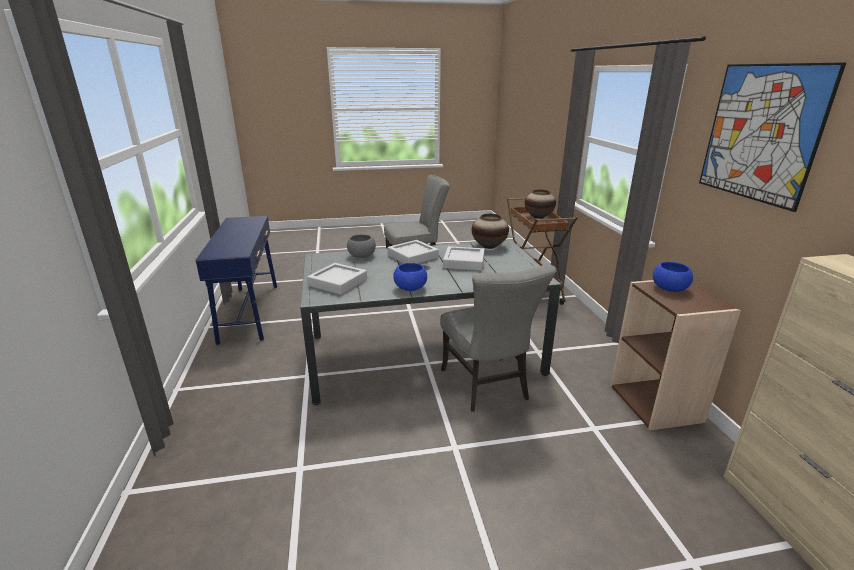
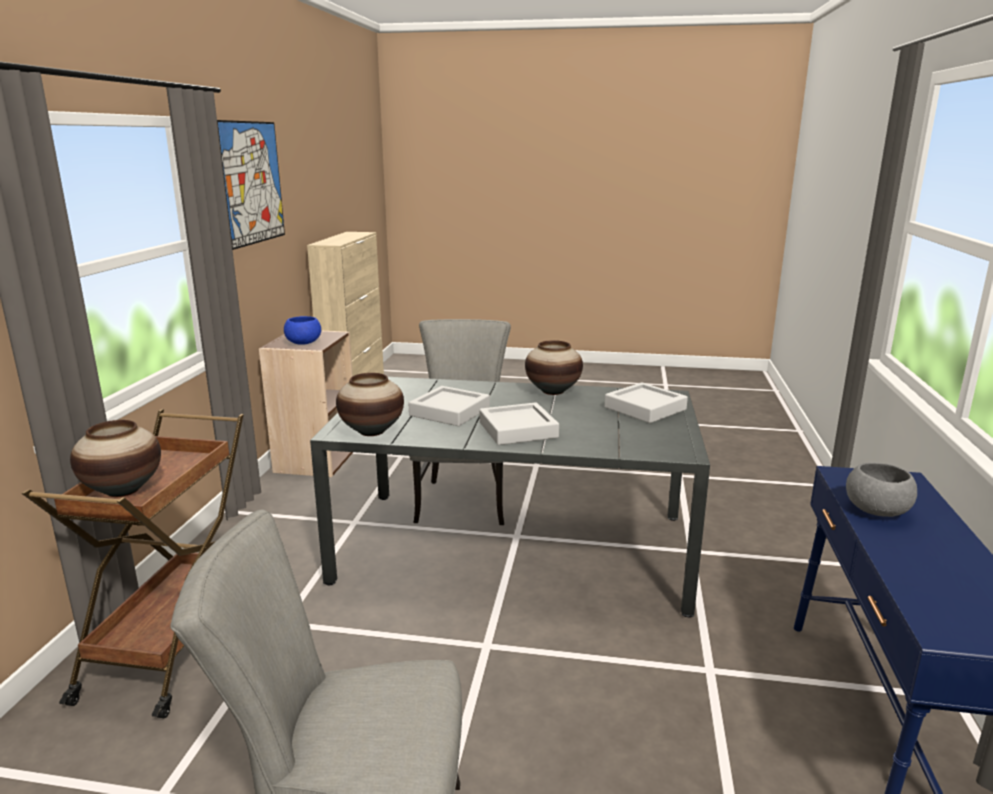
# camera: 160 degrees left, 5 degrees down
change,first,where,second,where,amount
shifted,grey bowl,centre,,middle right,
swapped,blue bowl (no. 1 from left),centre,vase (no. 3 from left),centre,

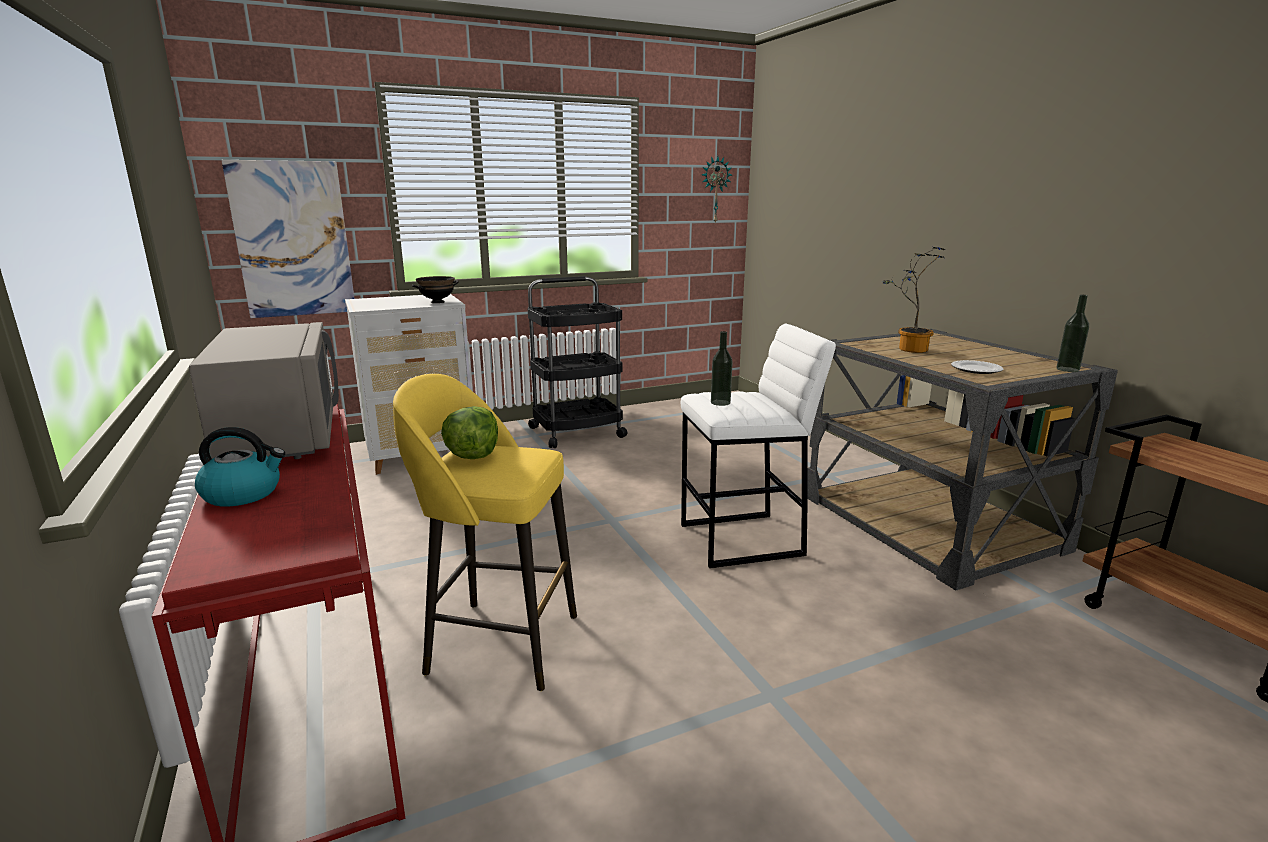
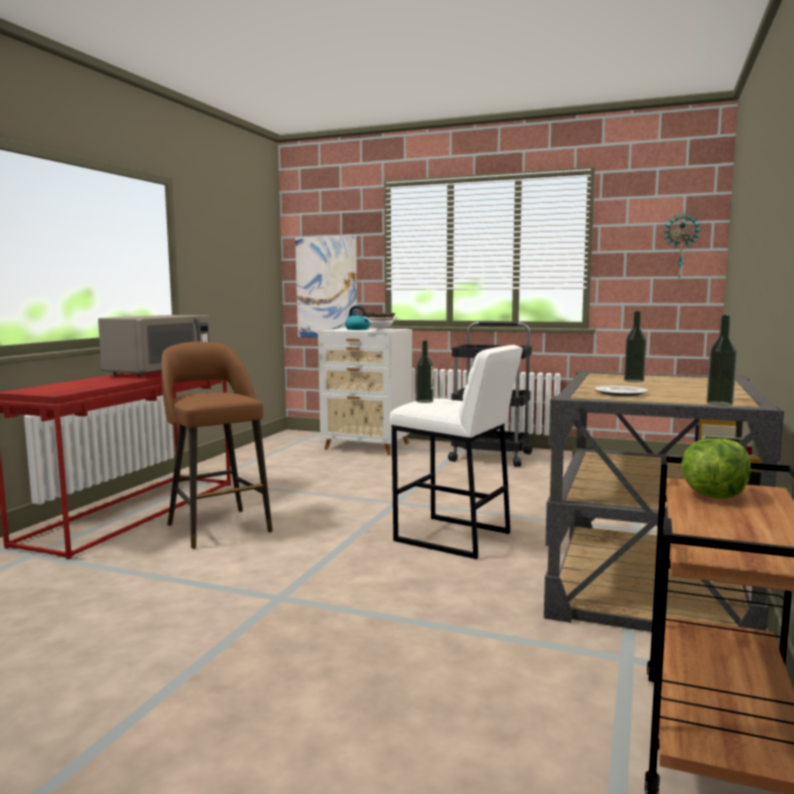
# camera: 45 degrees right, 10 degrees down
change,first,where,second,where,amount
swapped,potted plant,middle right,bottle (no. 2 from left),middle right,
repainted,black bowl,centre,white bowl,centre,
repainted,yellow stool,centre,brown stool,middle left,
shifted,lettuce,centre,,middle right,
shifted,kettle,middle left,,centre,

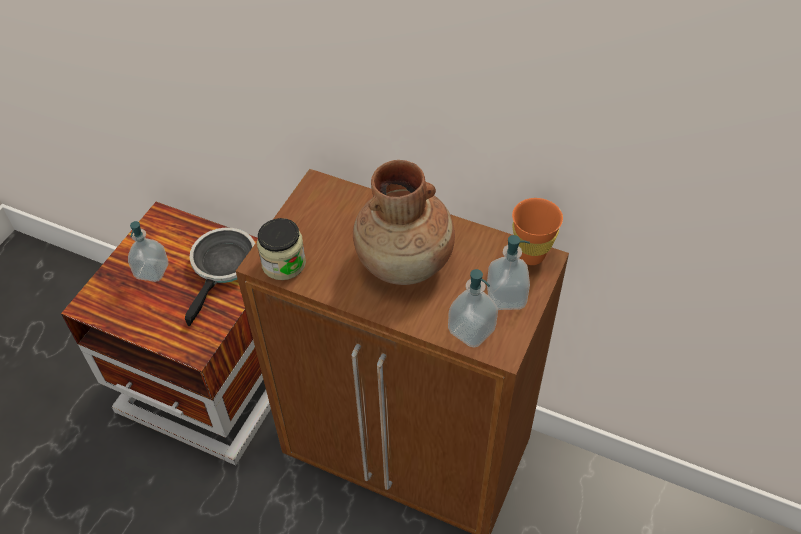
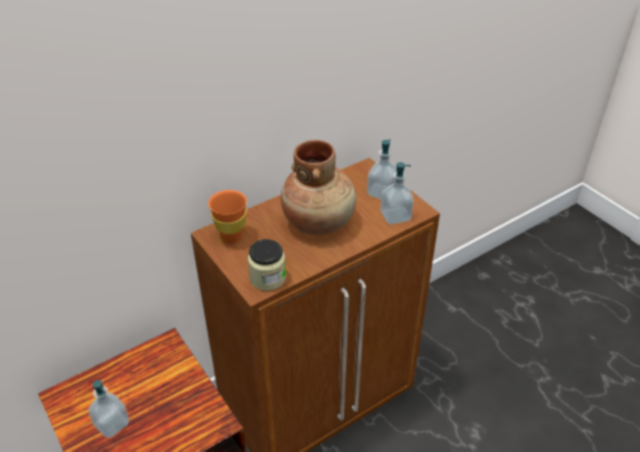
# camera: 60 degrees left, 10 degrees down
change,first,where,second,where,amount
shifted,orange cup,middle right,,centre,
gone,frying pan,middle left,,,

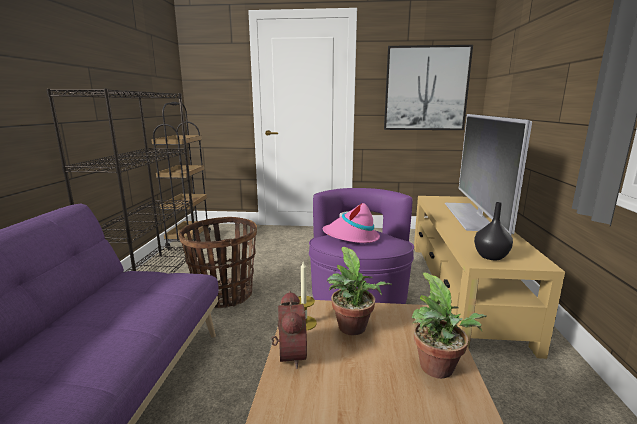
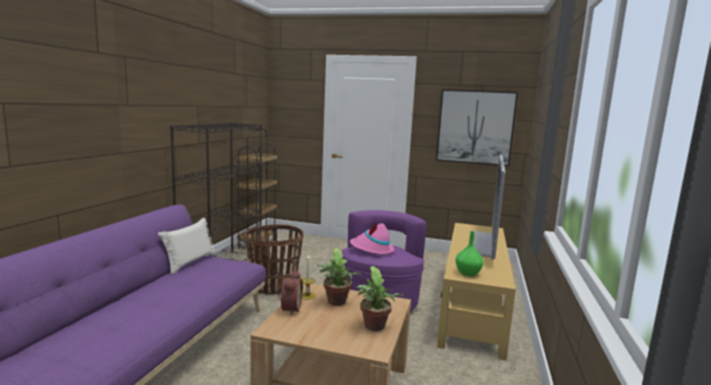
# camera: 10 degrees right, 5 degrees down
change,first,where,second,where,amount
repainted,black vase,middle right,green vase,centre,
new,,,white pillow,middle left,

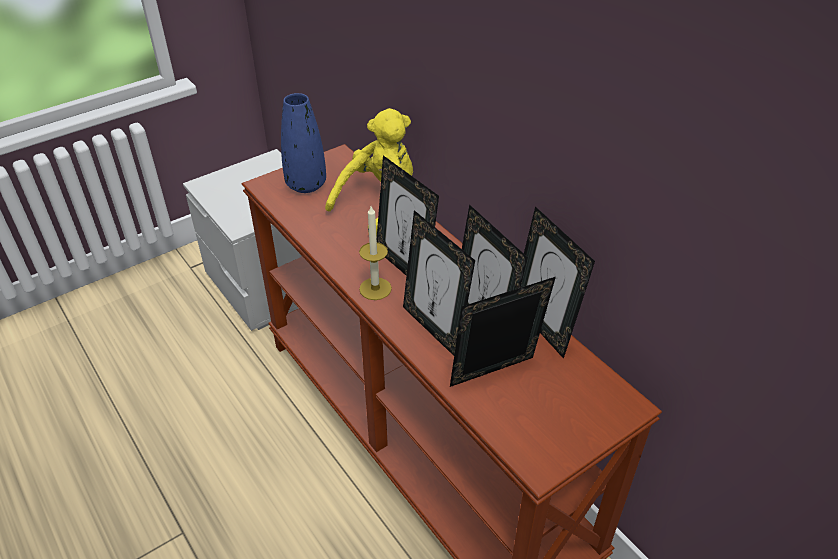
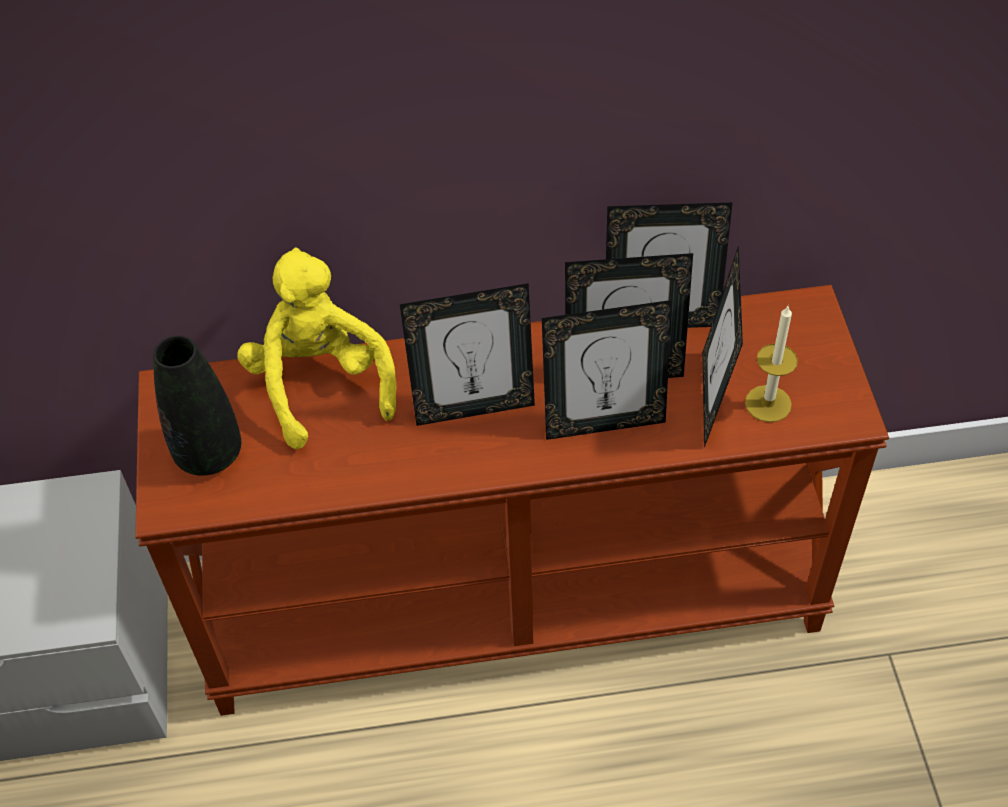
# camera: 60 degrees left, 10 degrees up
change,first,where,second,where,amount
repainted,blue vase,top centre,black vase,middle left,
shifted,candle,centre,,middle right,

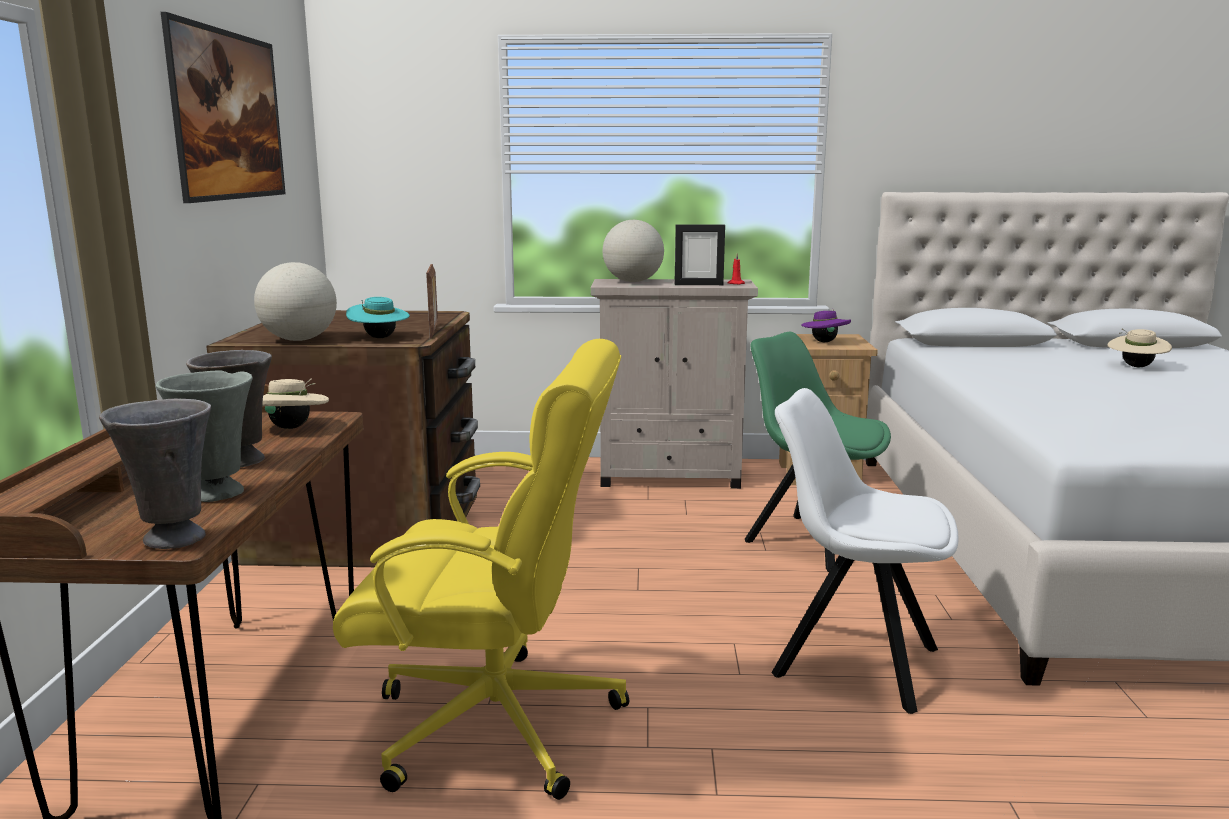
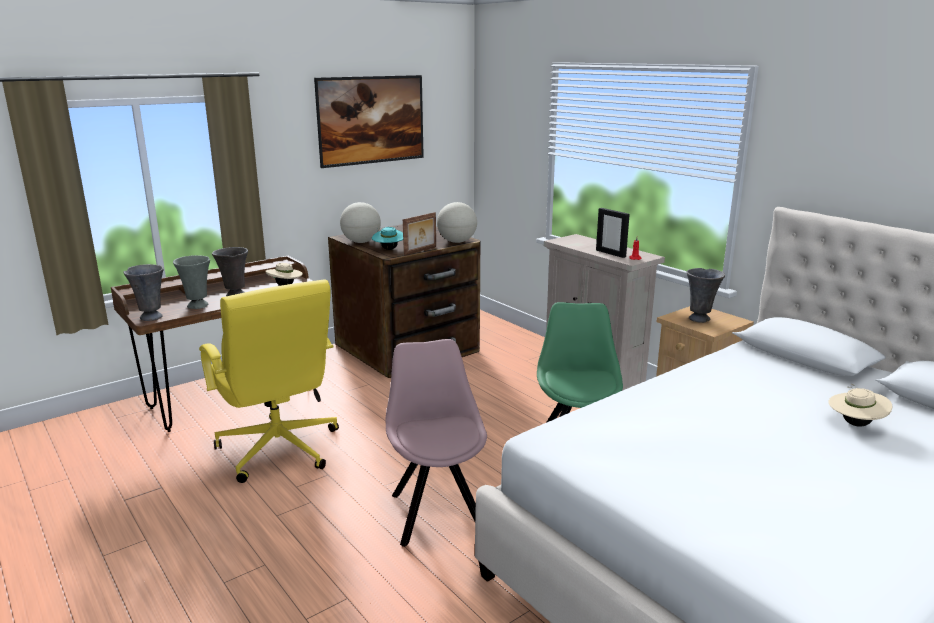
# camera: 50 degrees right, 5 degrees up
change,first,where,second,where,amount
shifted,globe (no. 2 from left),top centre,,centre,
swapped,purple hat,middle right,grey vase (no. 4 from left),middle right,
repainted,white chair,bottom right,pink chair,bottom centre,

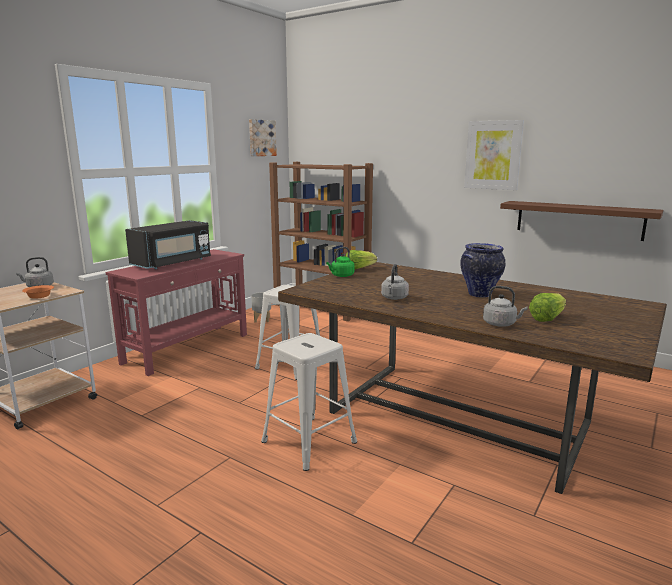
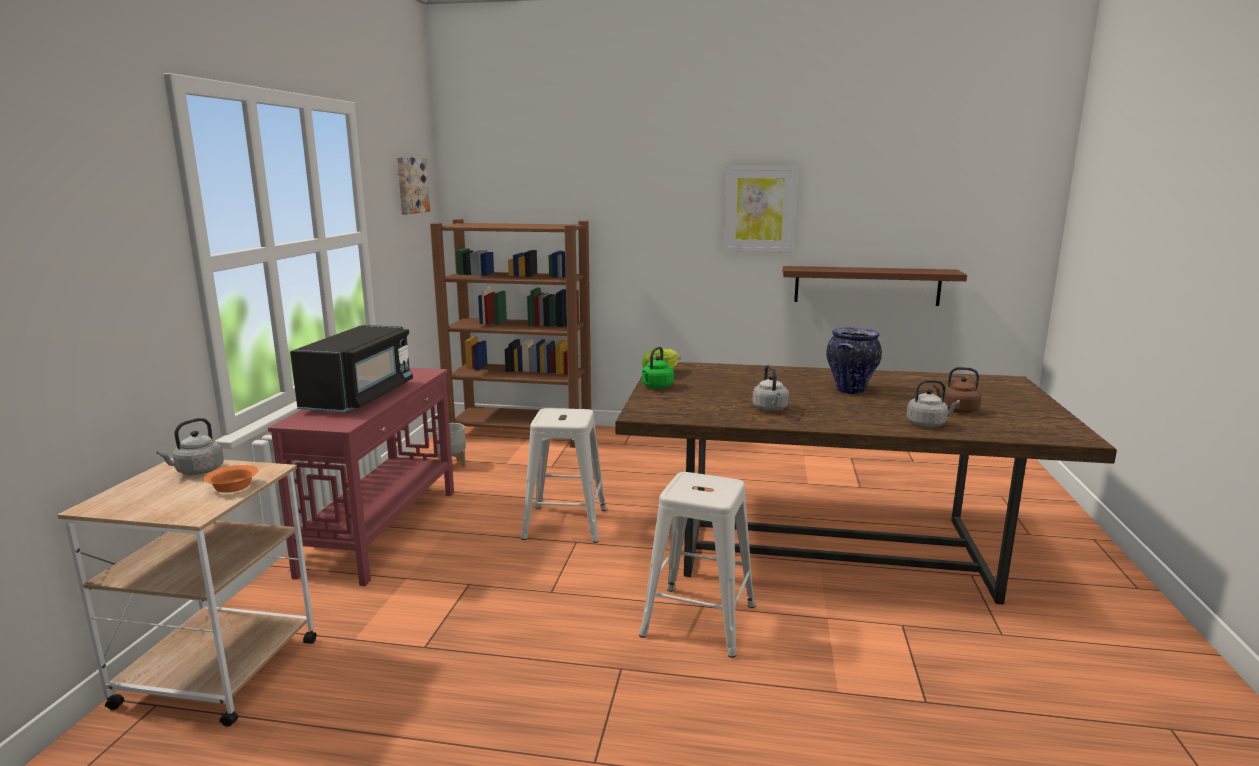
# camera: 25 degrees left, 0 degrees up
change,first,where,second,where,amount
swapped,lettuce (no. 2 from left),middle right,brown kettle,middle right,

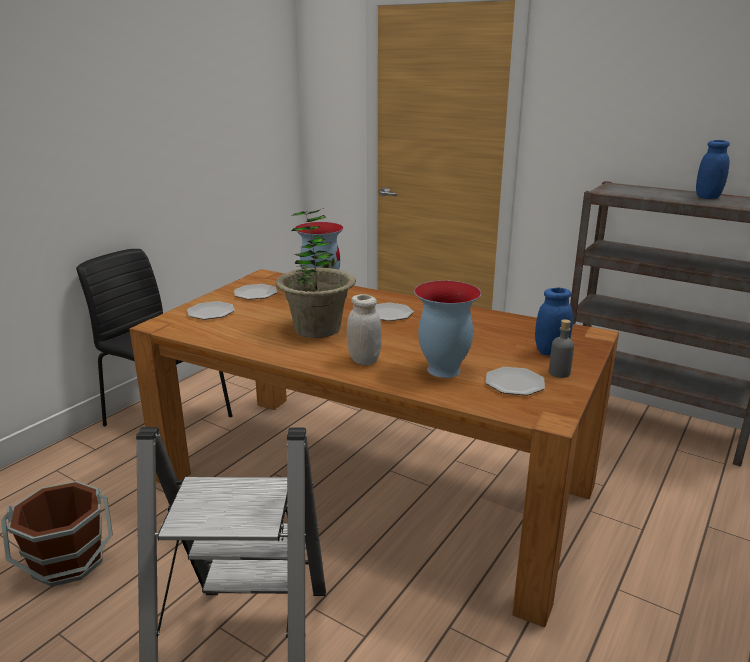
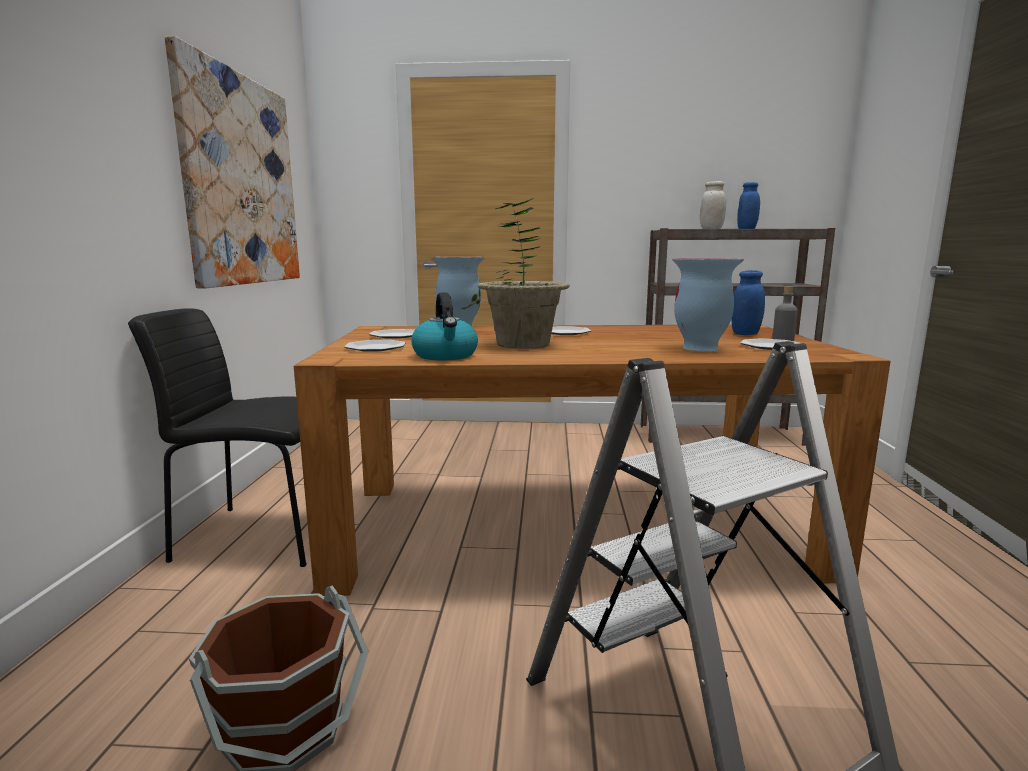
# camera: 30 degrees left, 10 degrees down
change,first,where,second,where,amount
shifted,white jar,centre,,top right,
new,,,picture,top left,
new,,,kettle,centre,

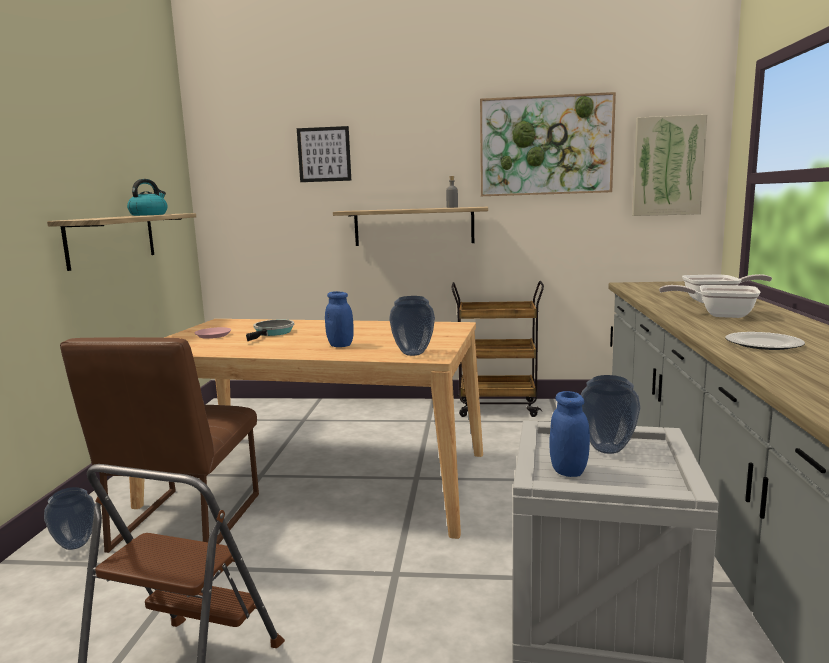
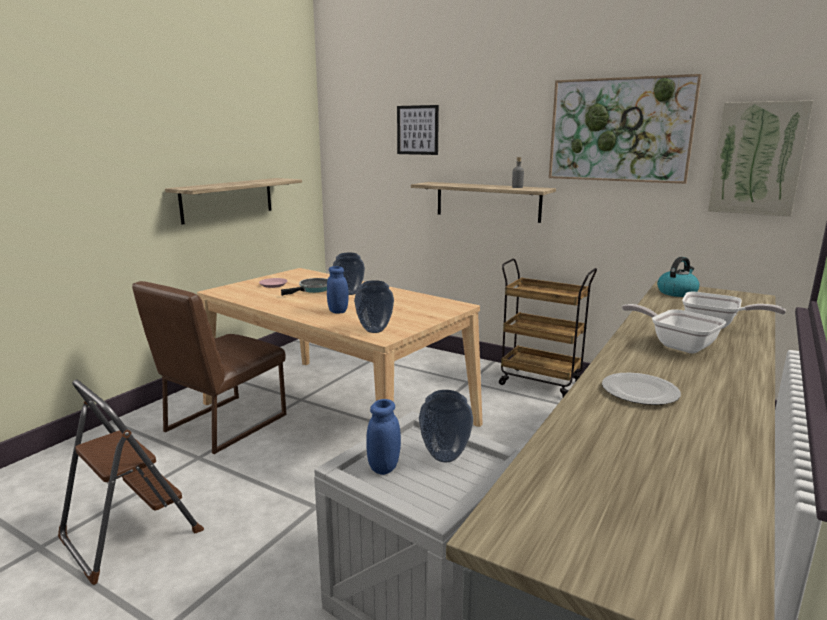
# camera: 25 degrees right, 5 degrees up
change,first,where,second,where,amount
shifted,kettle,top left,,middle right,
shifted,vase (no. 1 from left),bottom left,,centre,

